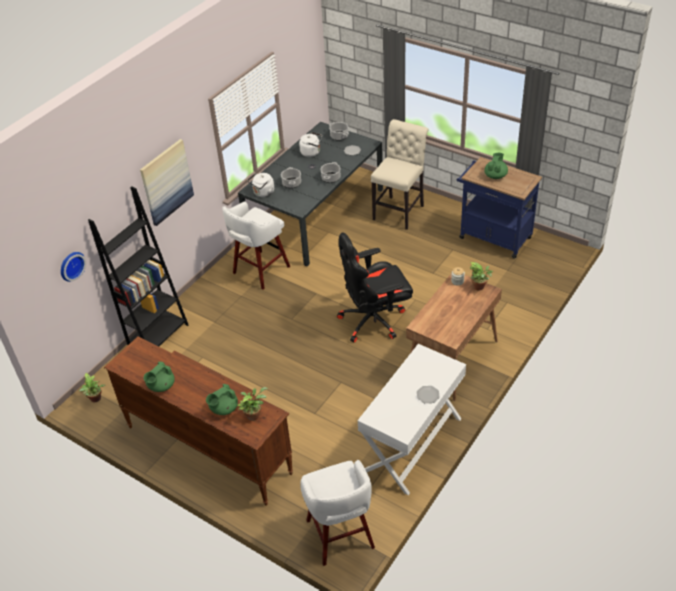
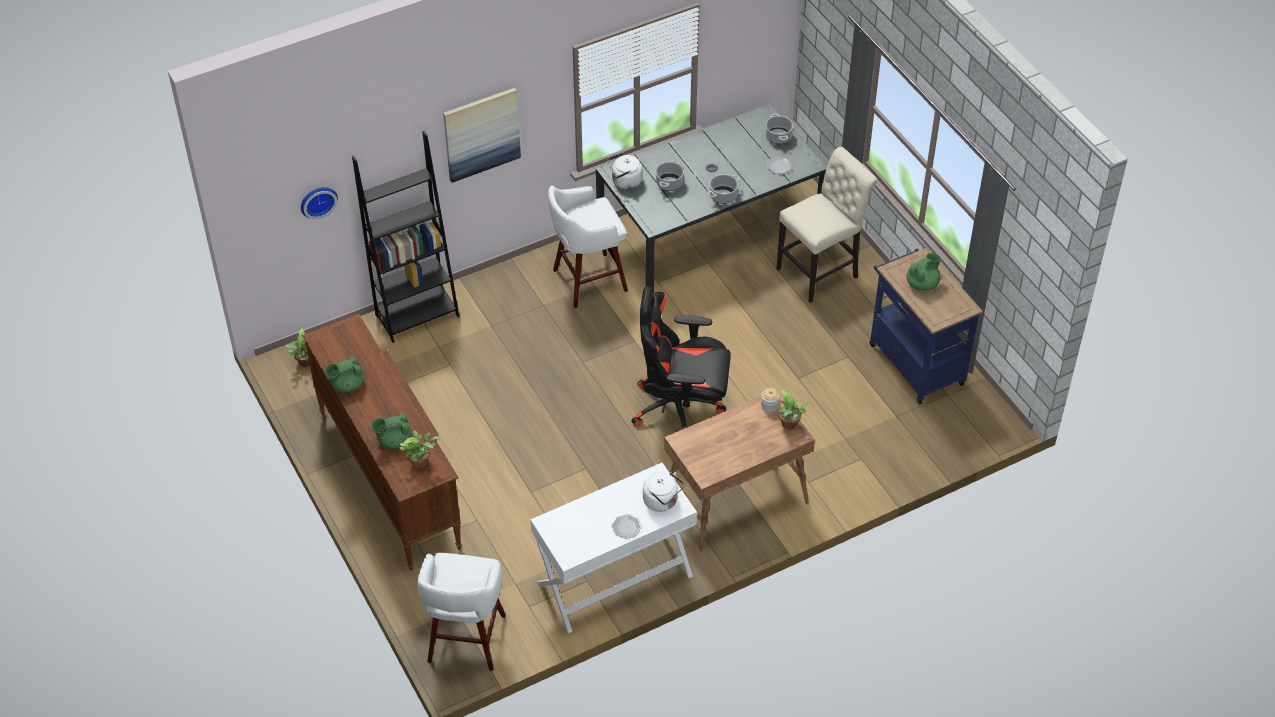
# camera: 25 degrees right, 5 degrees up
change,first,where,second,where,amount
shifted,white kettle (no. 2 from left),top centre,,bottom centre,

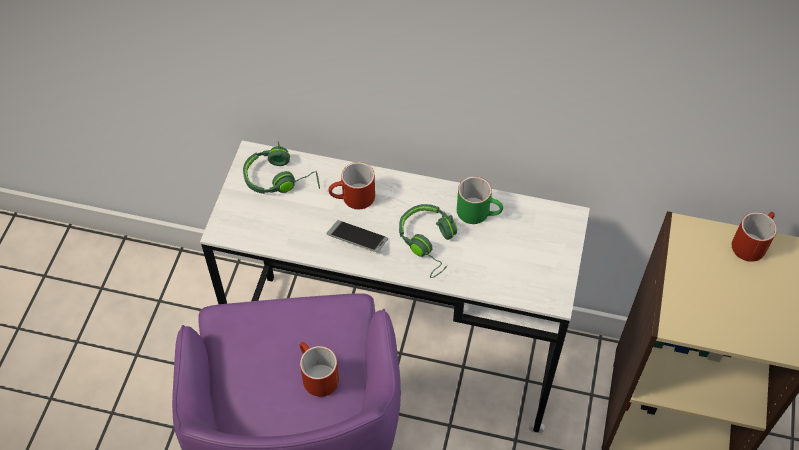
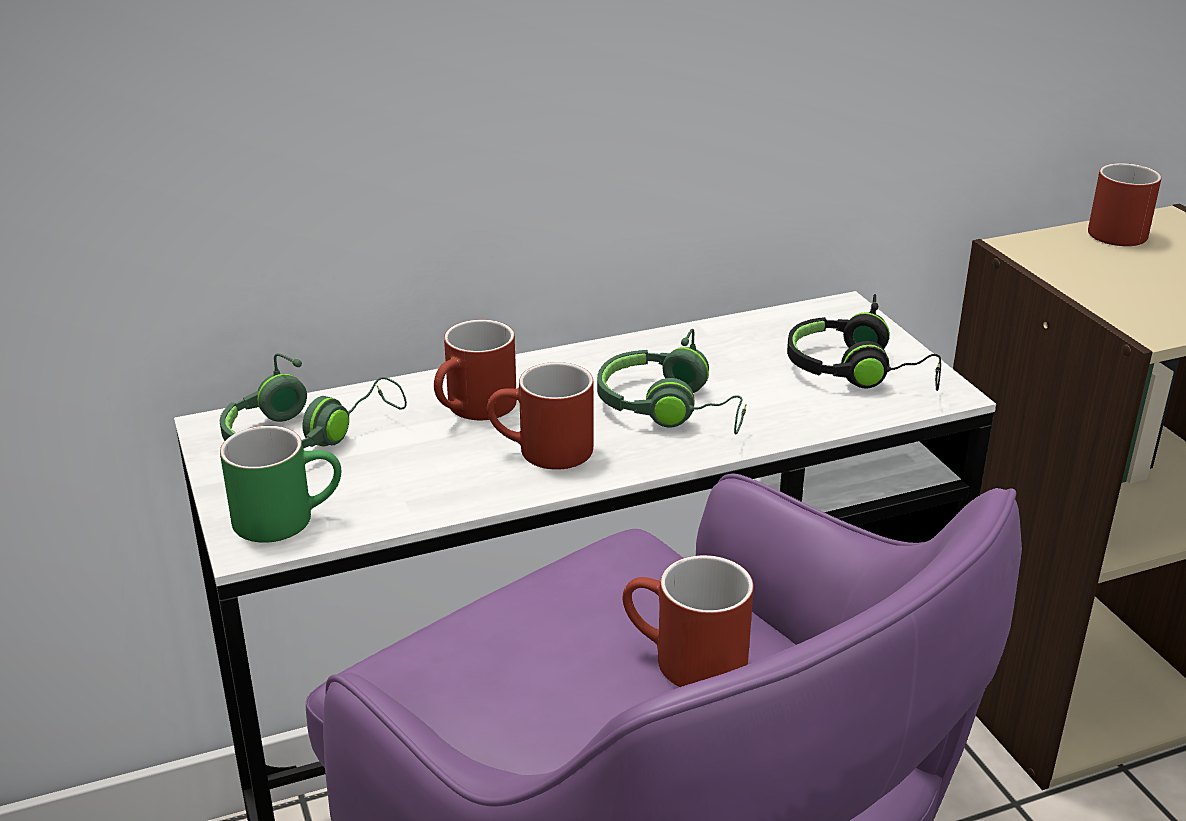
# camera: 35 degrees left, 25 degrees down
change,first,where,second,where,amount
shifted,green mug,centre,,middle left,
swapped,phone,centre,red mug (no. 2 from left),centre,
new,,,black headphones,middle right,

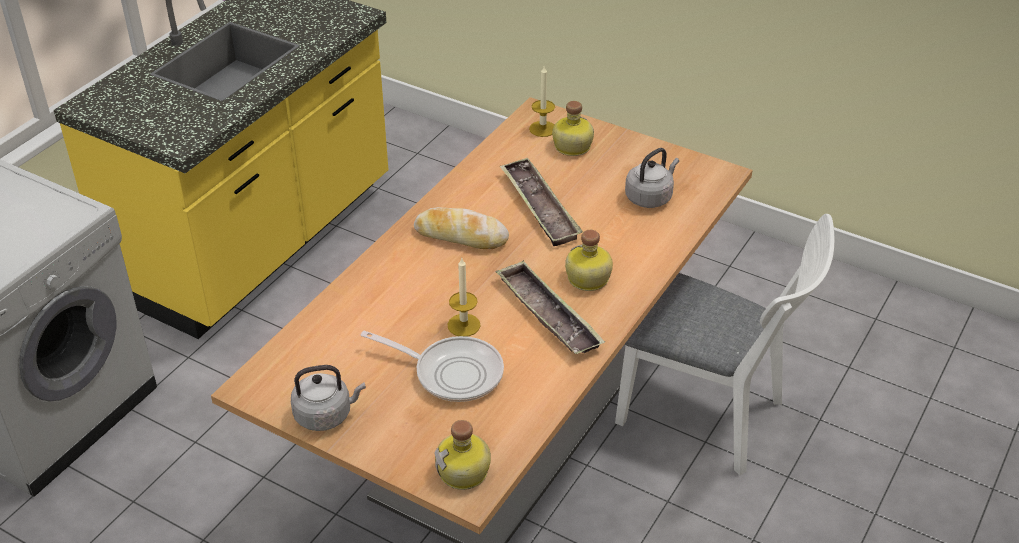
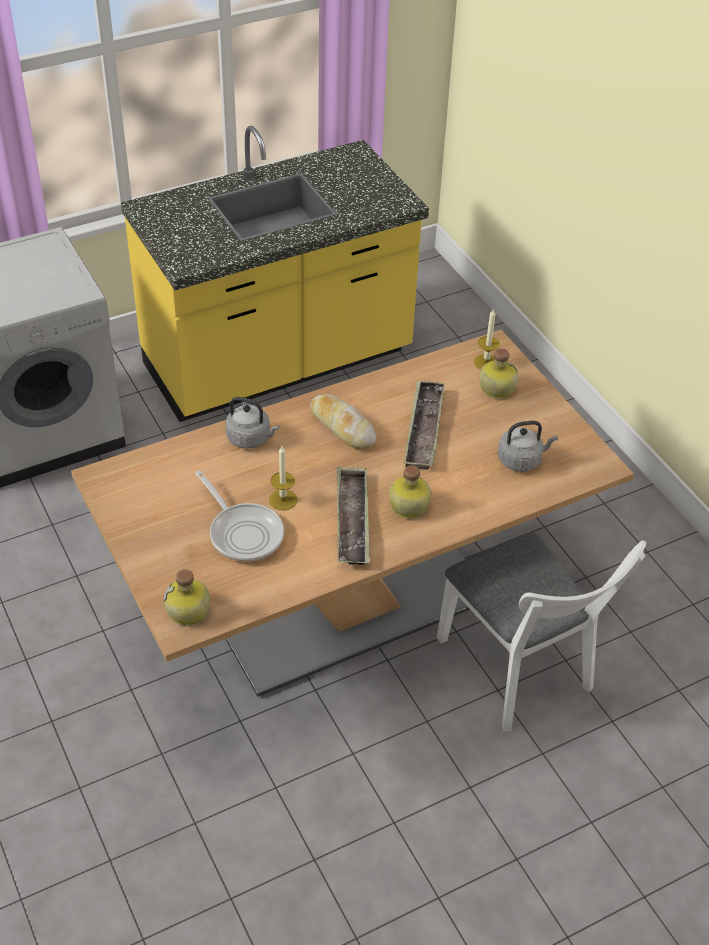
# camera: 30 degrees right, 5 degrees up
change,first,where,second,where,amount
shifted,grey kettle (no. 1 from left),bottom left,,centre,

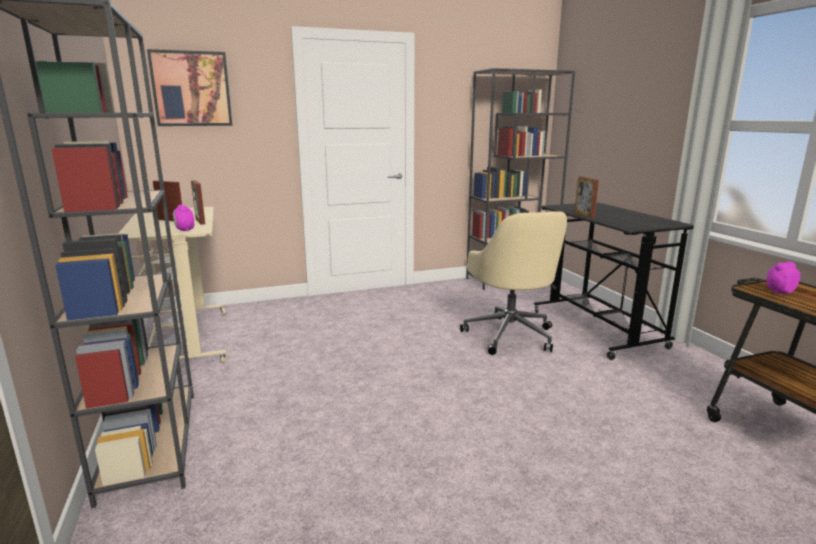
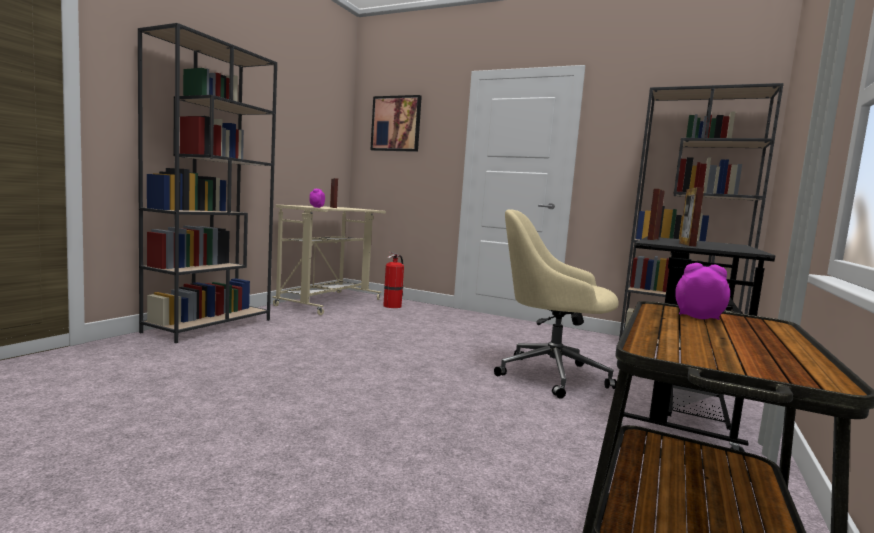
# camera: 45 degrees right, 10 degrees down
change,first,where,second,where,amount
shifted,picture frame (no. 2 from left in the first image),middle left,picture frame (no. 3 from left),middle right,
rotated,beige office chair,centre,,centre,75 degrees clockwise
new,,,fire extinguisher,centre,

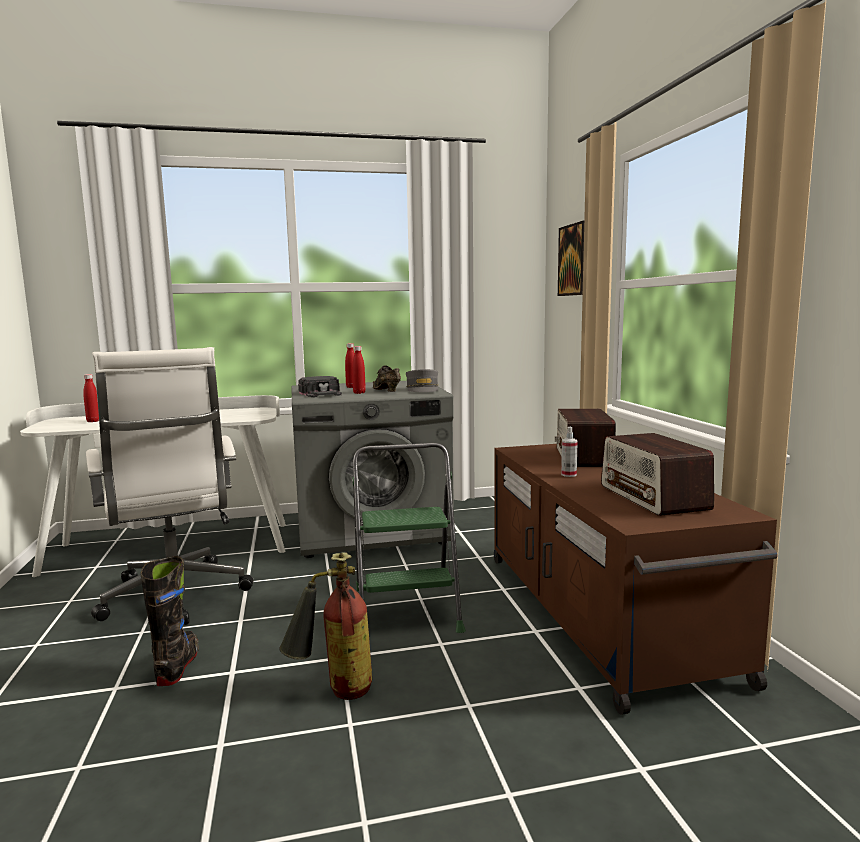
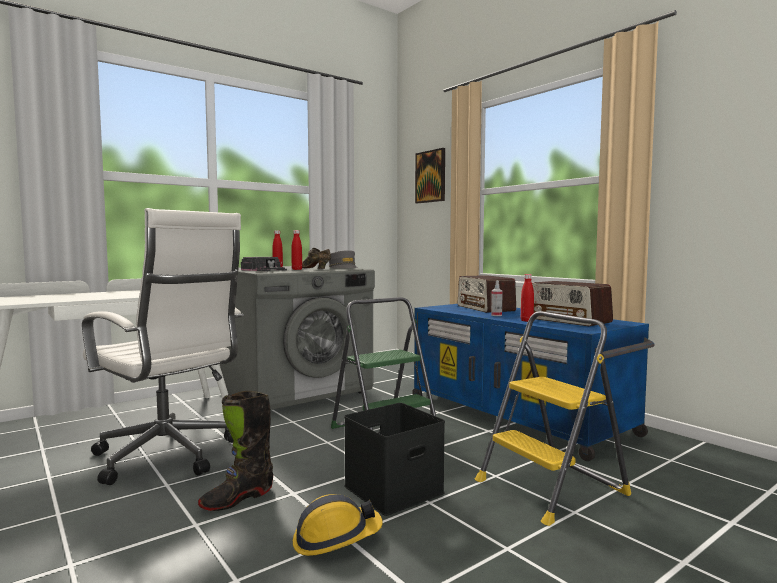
# camera: 25 degrees left, 5 degrees down
change,first,where,second,where,amount
shifted,red bottle (no. 1 from left in the first image),middle left,red bottle (no. 3 from left),middle right,
repainted,brown cabinet,bottom right,blue cabinet,middle right,
swapped,fire extinguisher,bottom centre,black storage box,bottom centre,
rotated,black boot,bottom left,,bottom left,105 degrees counterclockwise
new,,,yellow step ladder,bottom right,
new,,,hard hat,bottom centre,

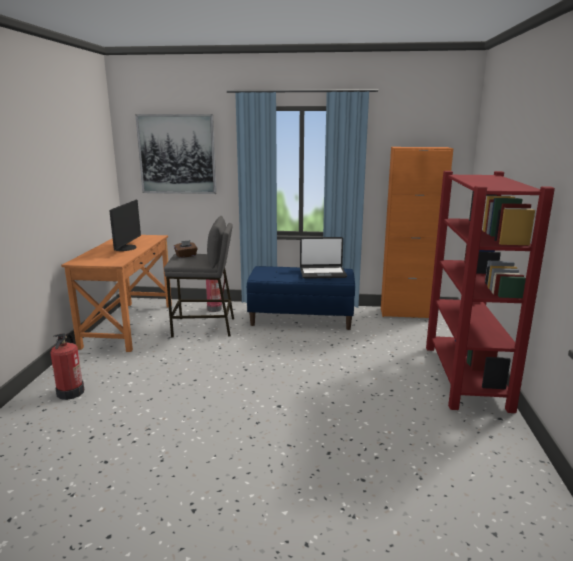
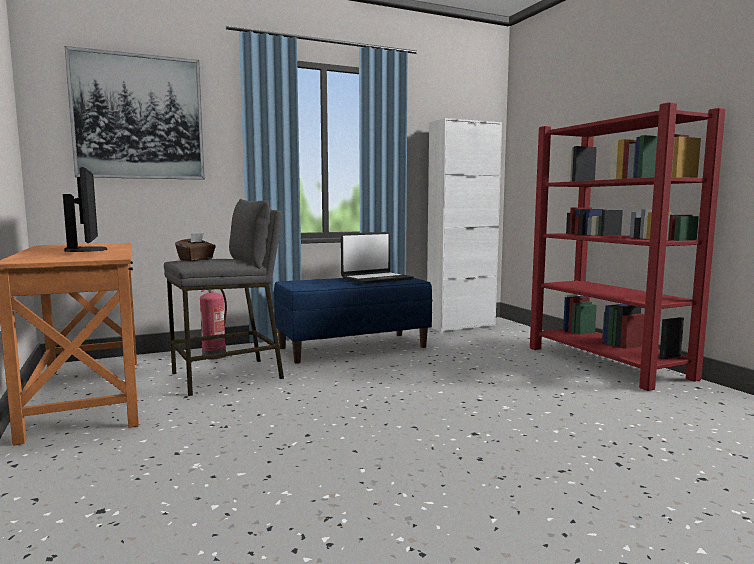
# camera: 30 degrees left, 10 degrees down
change,first,where,second,where,amount
repainted,orange cabinet,middle right,white cabinet,centre,
gone,fire extinguisher (no. 1 from left),middle left,,,

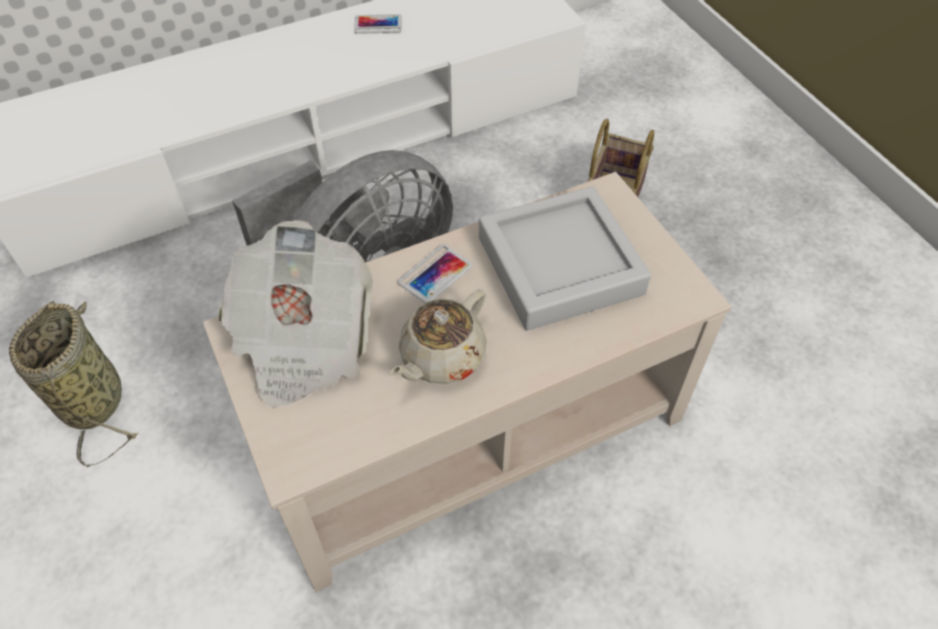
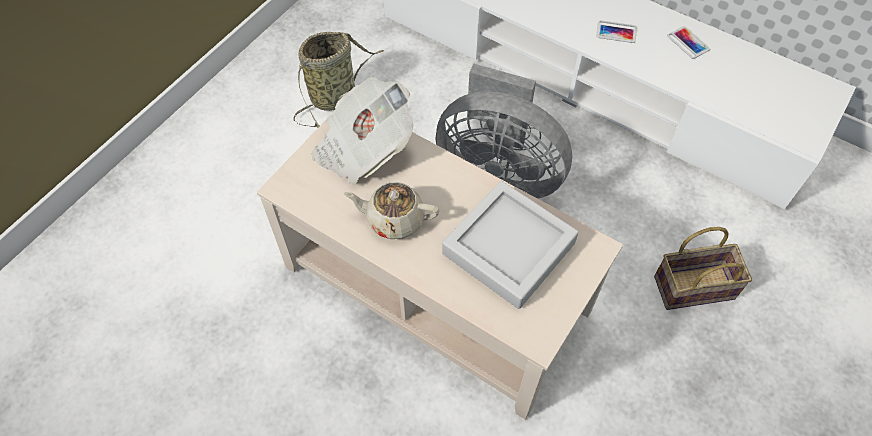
# camera: 60 degrees right, 5 degrees up
change,first,where,second,where,amount
shifted,phone (no. 2 from left in the first image),centre,phone (no. 1 from left),top right,

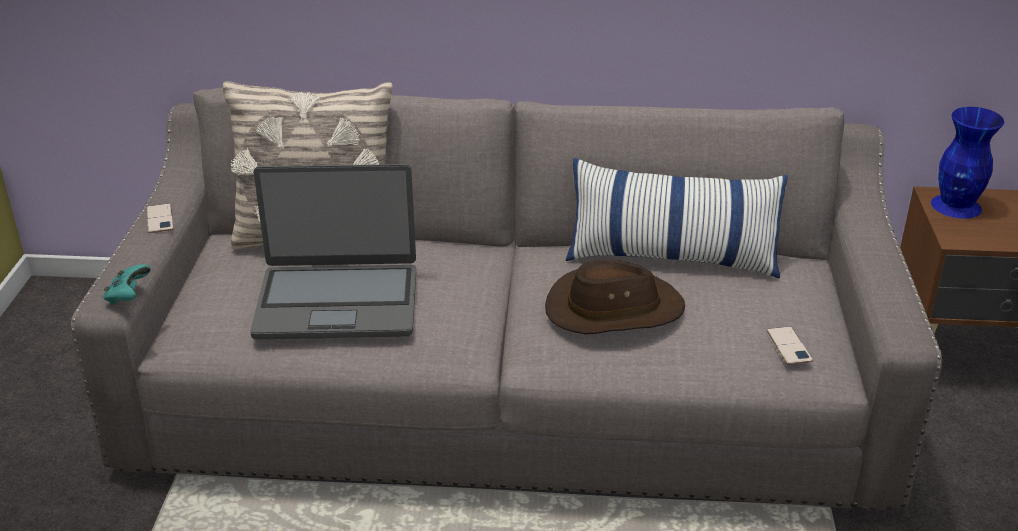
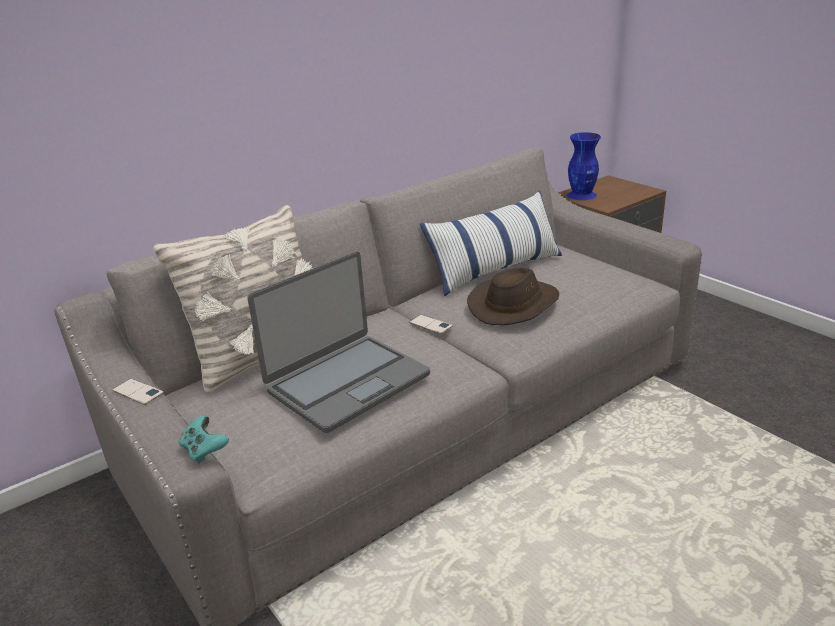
# camera: 40 degrees left, 5 degrees down
change,first,where,second,where,amount
shifted,phone (no. 2 from left),middle right,,centre,

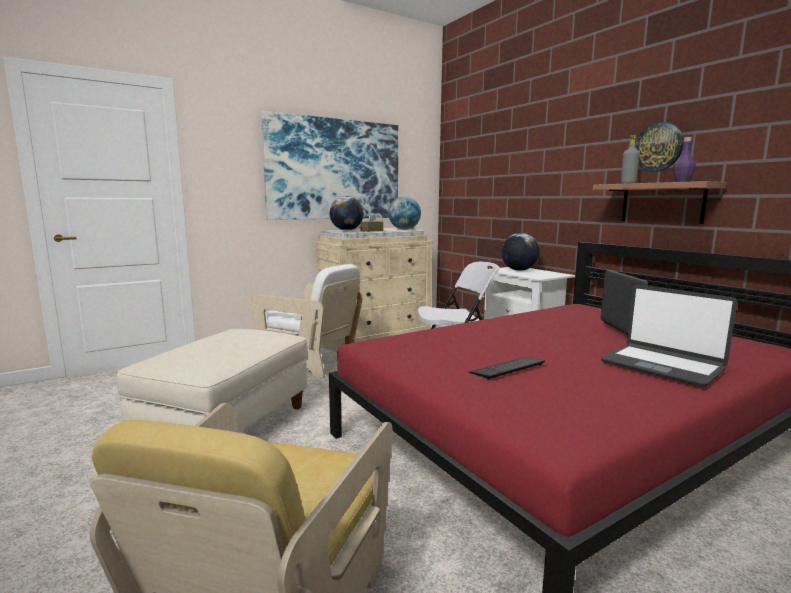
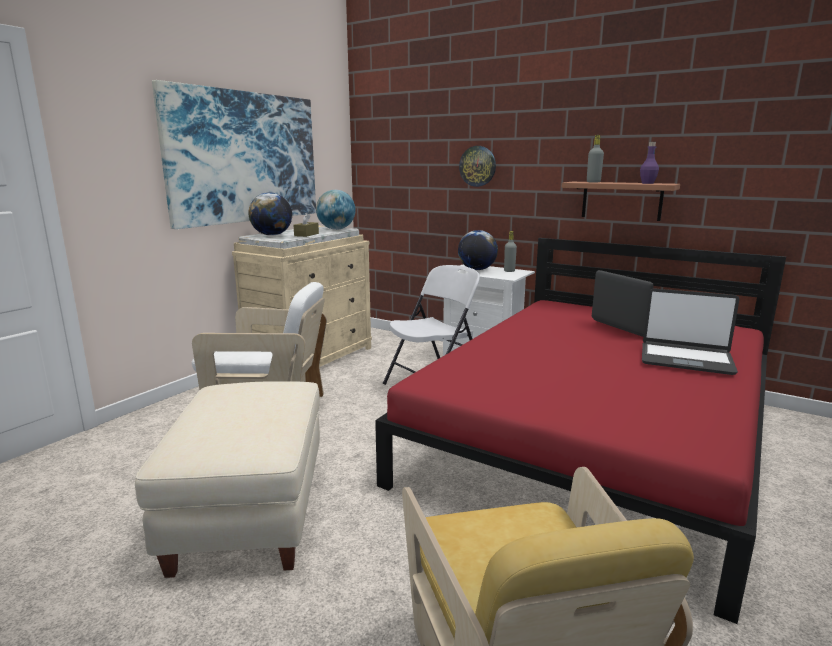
# camera: 25 degrees left, 5 degrees up
change,first,where,second,where,amount
shifted,wall clock,top right,,top centre,
gone,keyboard,centre,,,
new,,,grey bottle (no. 1 from left),centre,

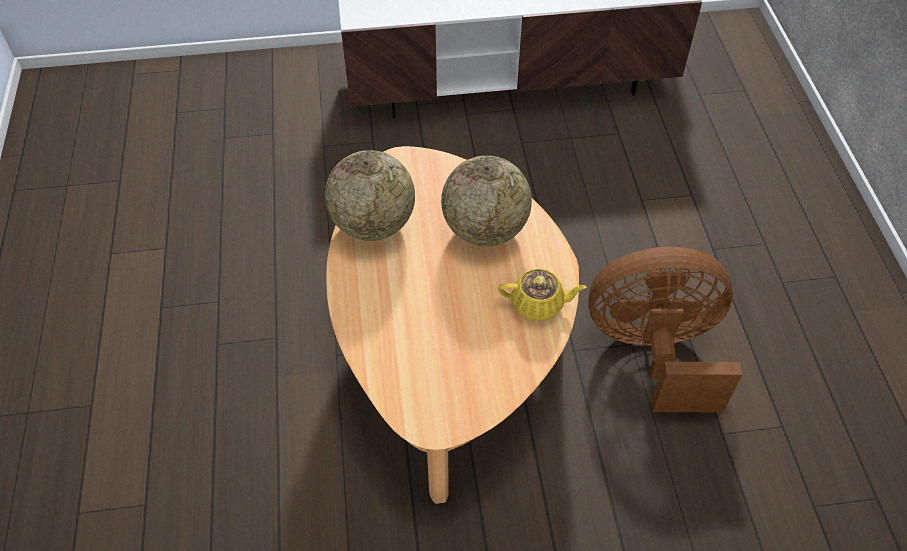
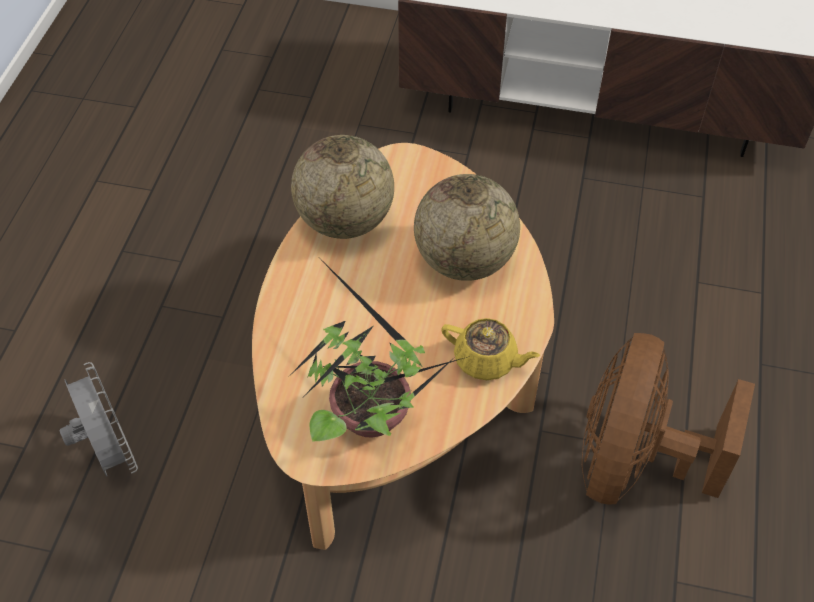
# camera: 20 degrees right, 0 degrees up
change,first,where,second,where,amount
rotated,brown fan,middle right,,bottom right,90 degrees counterclockwise
new,,,potted plant,centre,
new,,,grey fan,bottom left,

